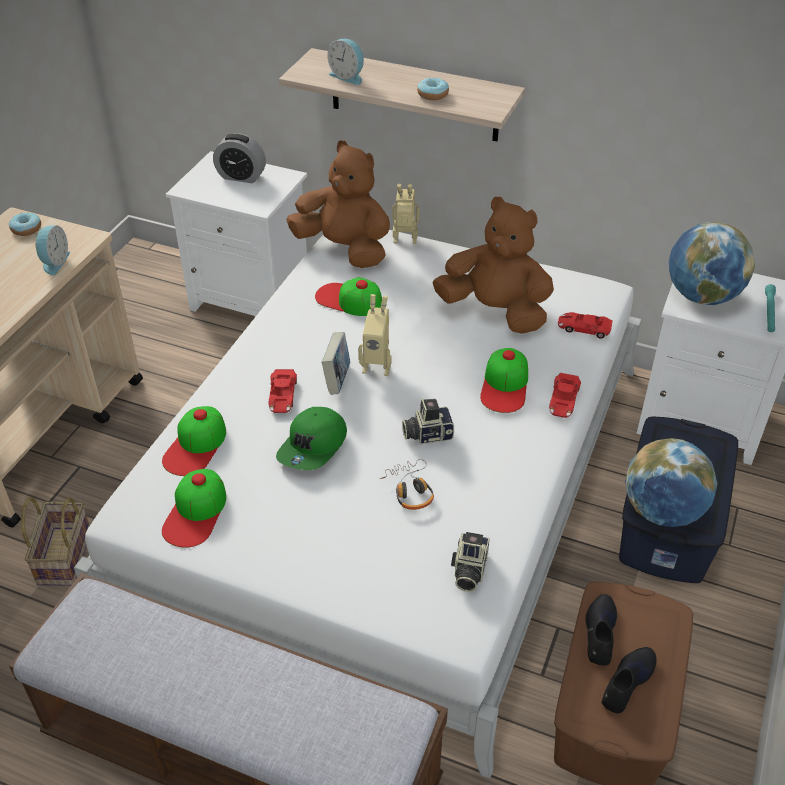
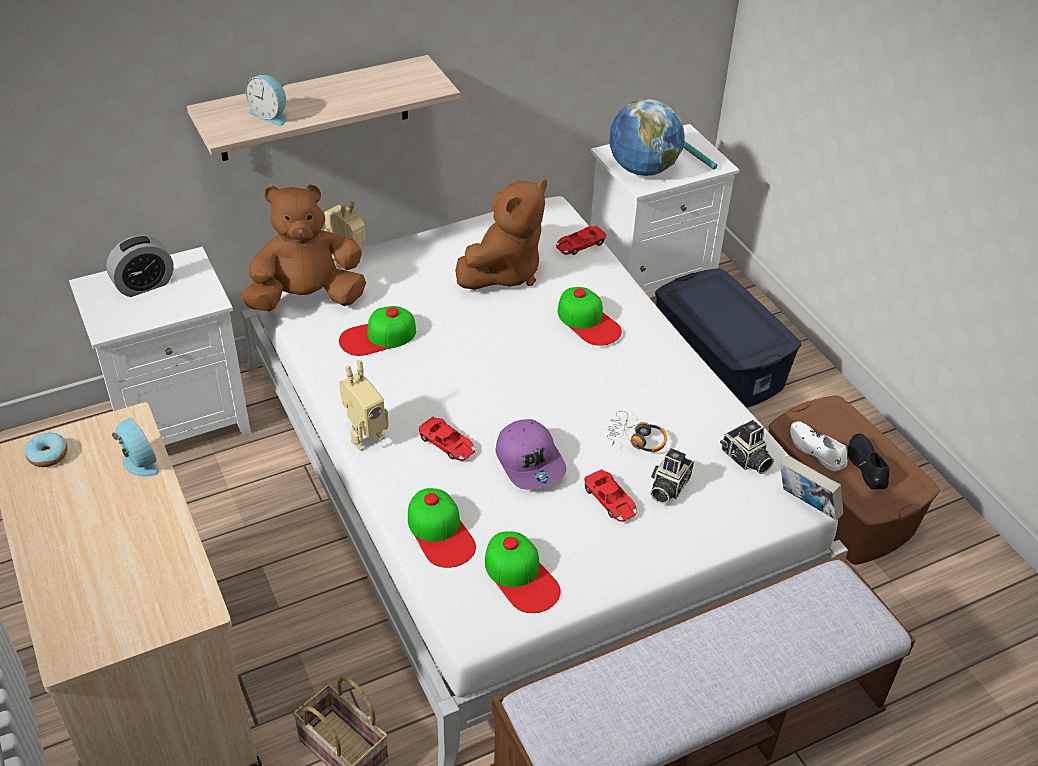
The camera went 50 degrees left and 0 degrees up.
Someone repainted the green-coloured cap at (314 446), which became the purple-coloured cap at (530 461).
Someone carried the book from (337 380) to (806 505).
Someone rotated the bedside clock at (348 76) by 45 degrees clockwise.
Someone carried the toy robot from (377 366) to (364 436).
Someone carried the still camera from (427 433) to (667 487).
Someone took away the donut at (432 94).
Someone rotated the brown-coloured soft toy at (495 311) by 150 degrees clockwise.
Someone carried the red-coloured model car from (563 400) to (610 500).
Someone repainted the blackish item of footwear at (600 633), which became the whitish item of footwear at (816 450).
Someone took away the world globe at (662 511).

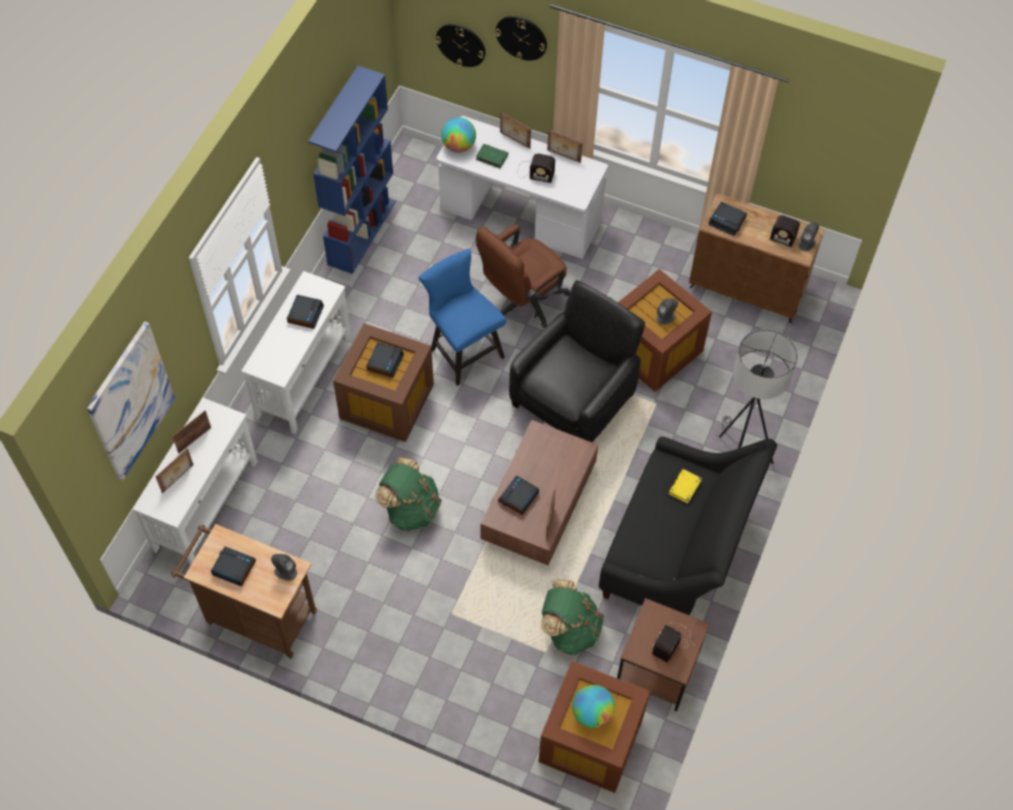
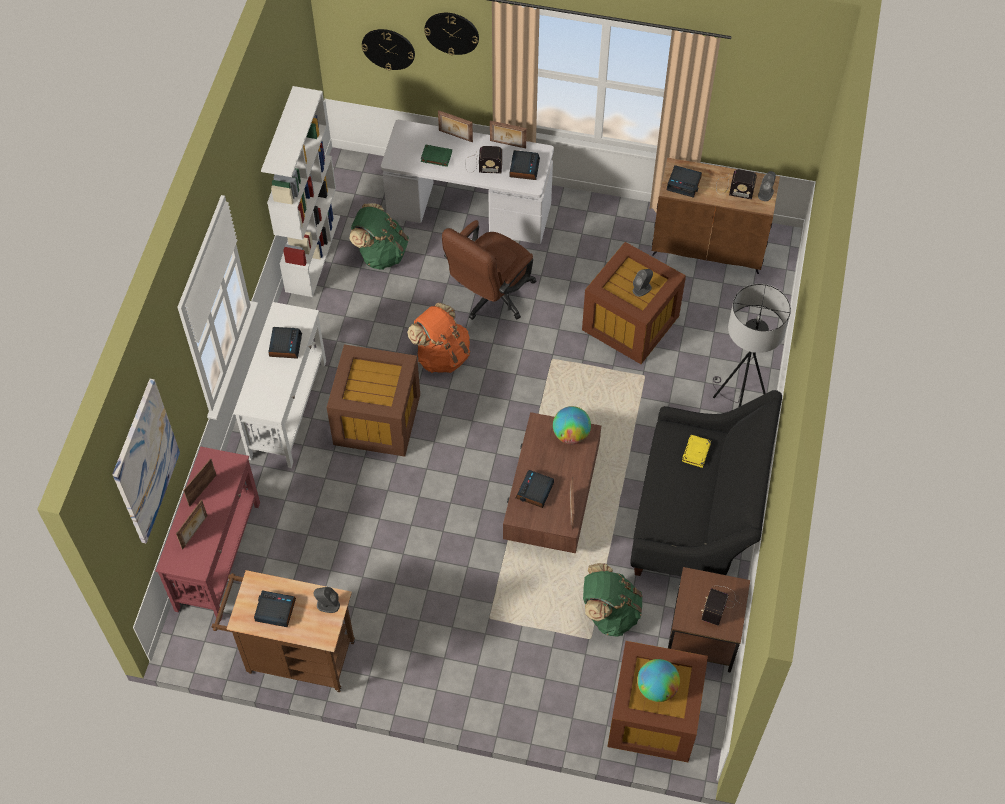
The camera went 10 degrees left and 0 degrees up.
Someone repainted the whitish narrow table at (207 505), which became the red-coloured narrow table at (219 555).
Someone repainted the blue shelving unit at (361 232), which became the whitish shelving unit at (312 253).
Someone carried the bedside clock from (385 362) to (524 168).
Someone carried the green-coloured rucksack from (411 509) to (381 253).
Someone swapped the blue chair at (463 350) for the orangey rucksack at (442 355).
Someone carried the world globe from (458 146) to (571 434).
Someone took away the blackish easy chair at (574 398).

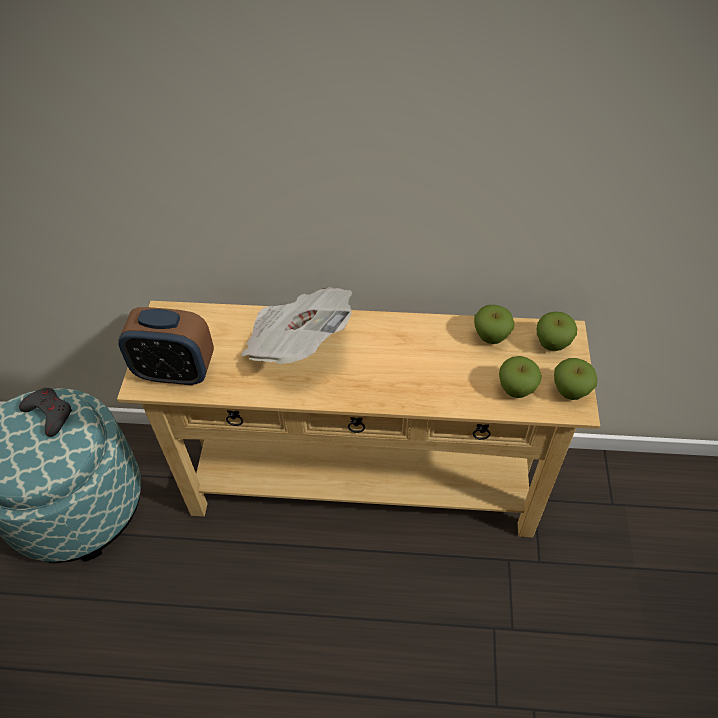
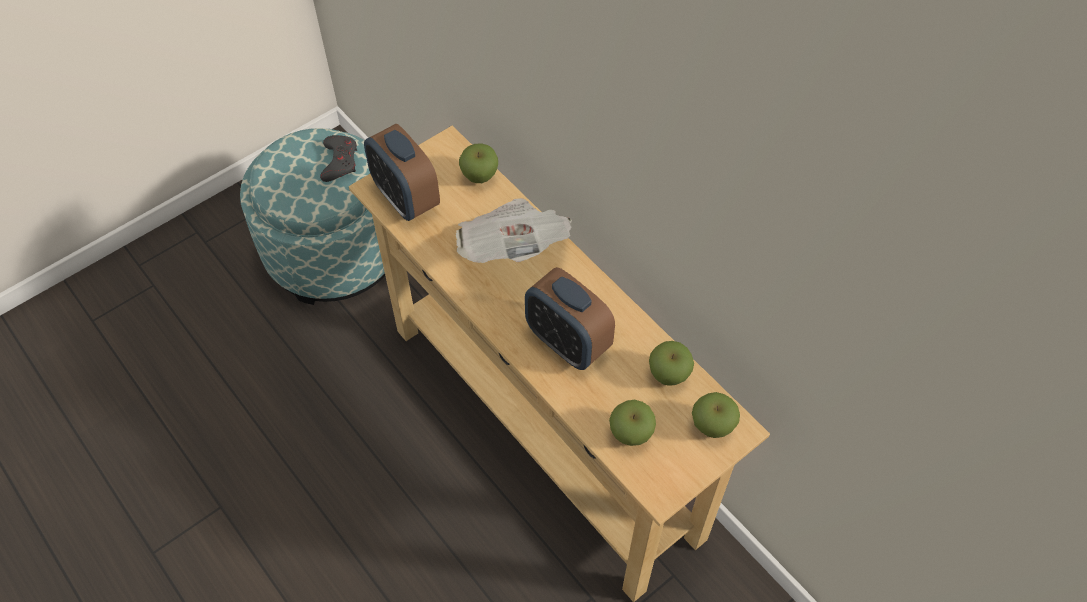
The camera went 45 degrees right and 5 degrees up.
Someone carried the apple from (570 391) to (479 176).
Someone put down the bedside clock at (567 342).

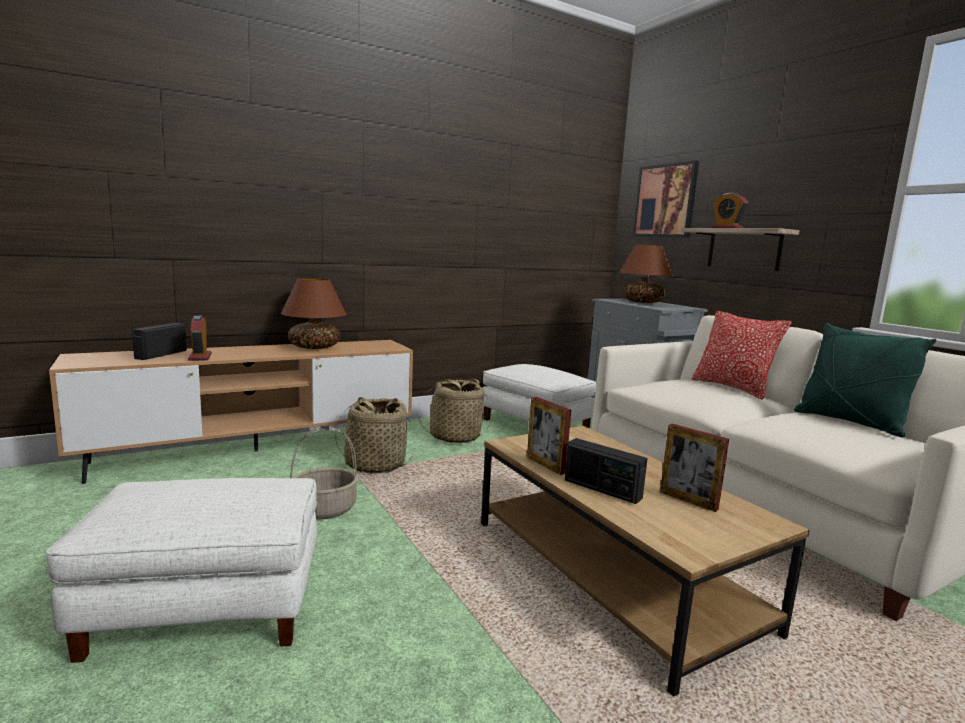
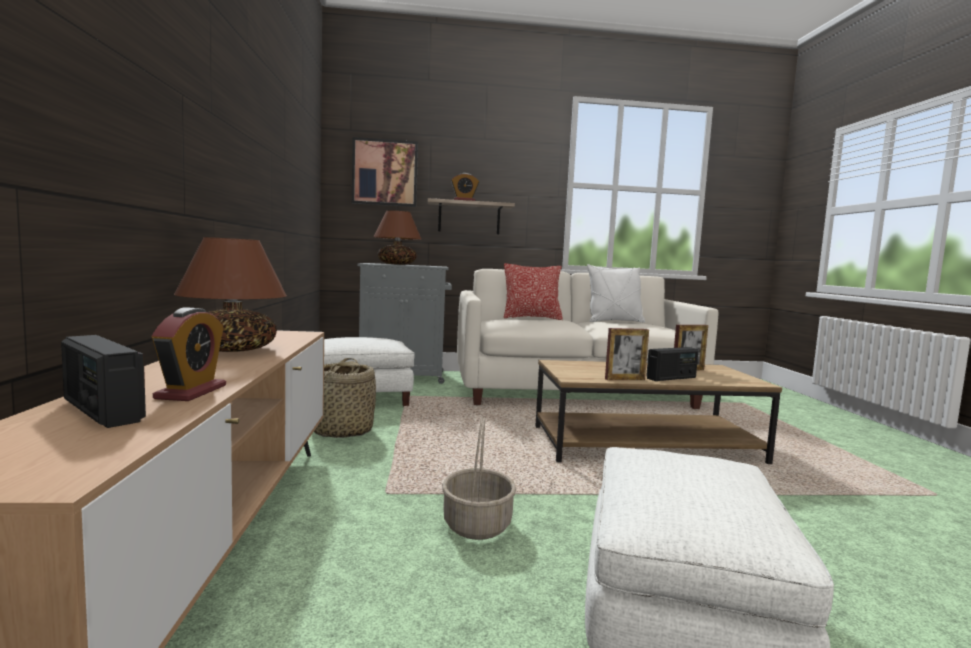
The camera went 65 degrees left and 5 degrees down.
Someone rotated the bedside clock at (200 357) by 90 degrees counterclockwise.
Someone took away the storage basket at (375 464).
Someone repainted the green-coloured pillow at (850 422), which became the whitish pillow at (614 321).

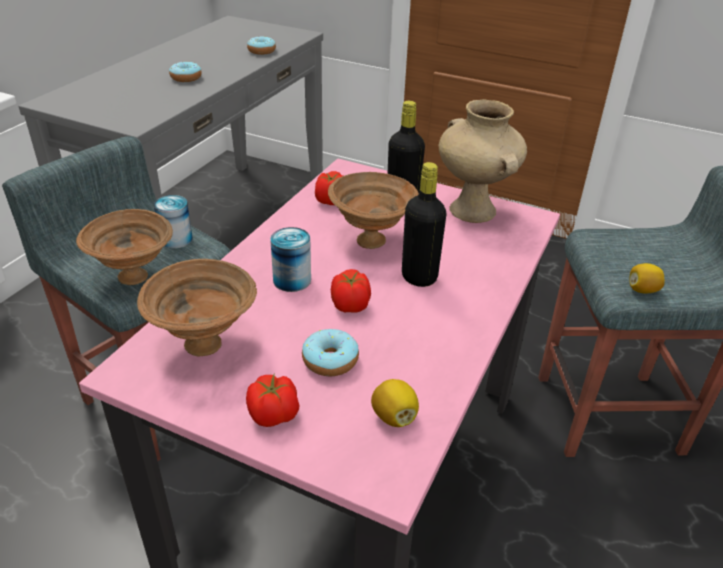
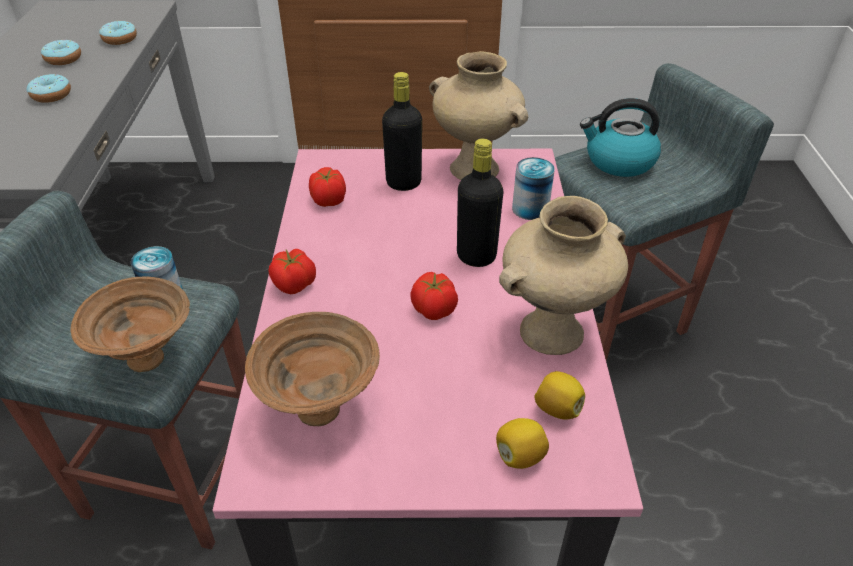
The camera went 25 degrees left and 5 degrees up.
Someone carried the tomato from (274 415) to (295 285).
Someone carried the sealed can from (292 280) to (530 209).
Someone carried the donut from (330 360) to (63 59).
Someone took away the brown-coloured bowl at (370 239).
Someone carried the lemon from (642 290) to (519 456).
Someone put down the sand-coloured flower vase at (551 334).
Someone put down the tea kettle at (618 161).

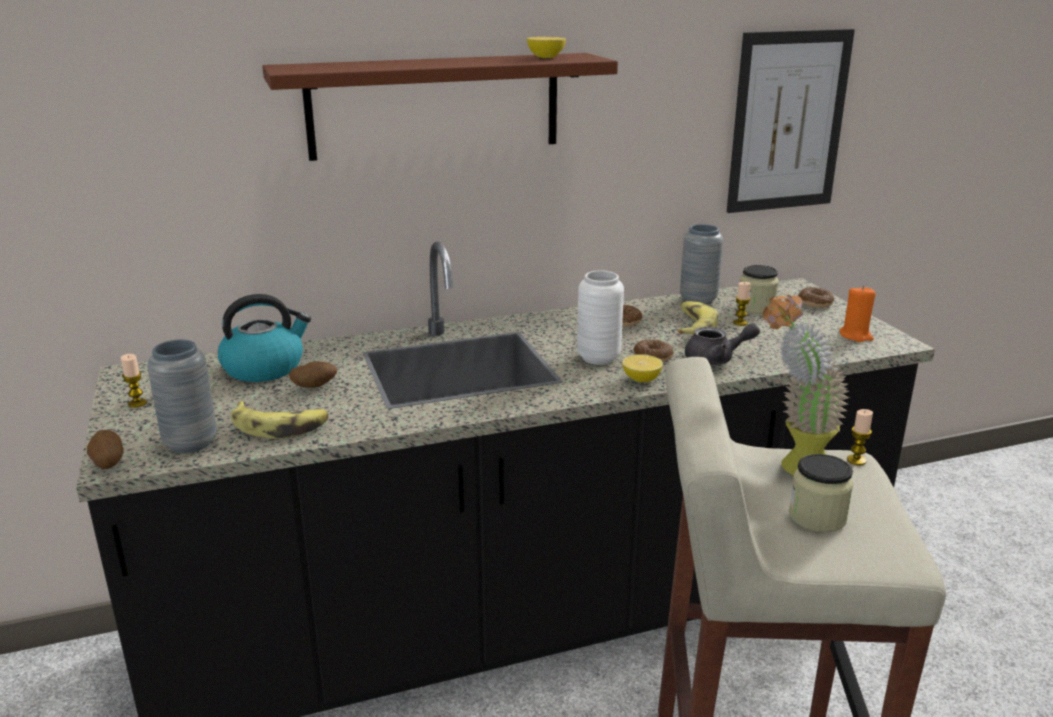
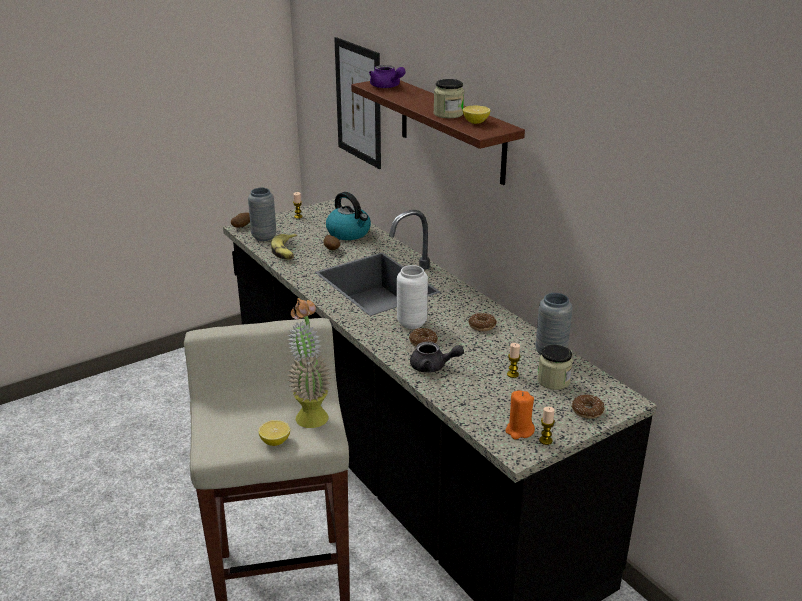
The camera went 75 degrees right and 5 degrees up.
Someone carried the lemon from (641 379) to (275 441).
Someone took away the whole banana at (693 326).
Someone rotated the greyish pot for tea at (716 359) by 60 degrees counterclockwise.
Someone carried the wall art from (788 122) to (358 102).
Someone carried the storage jar from (817 517) to (448 114).
Someone carried the candle from (856 460) to (545 440).
Someone put down the purple-coloured pot for tea at (387 87).

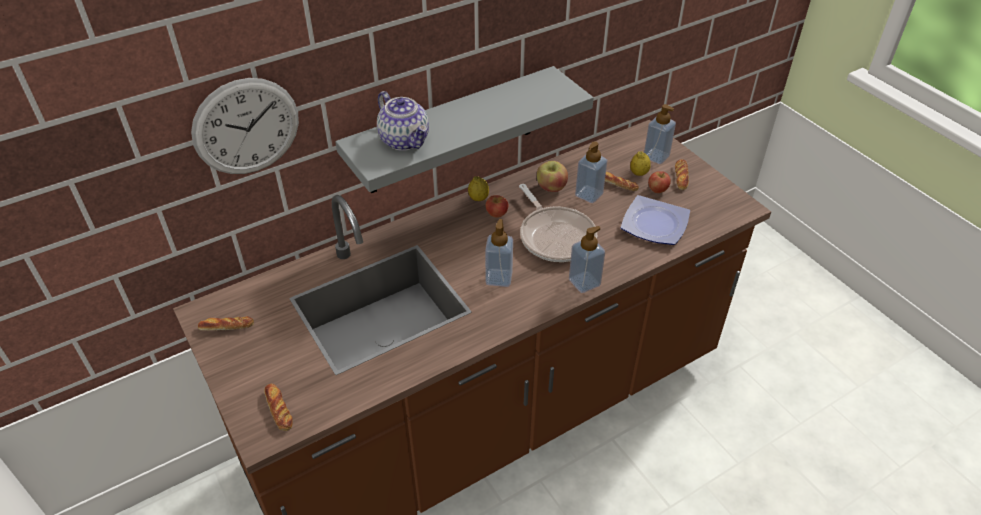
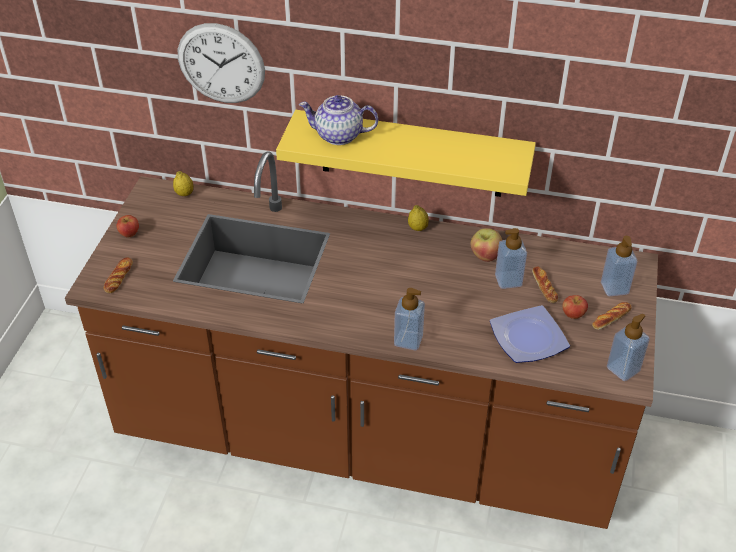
The camera went 45 degrees right and 0 degrees up.
Someone took away the baked bread at (226 326).
Someone repainted the greyish bracket shelf at (452 131), which became the yellow-coloured bracket shelf at (412 154).
Someone rotated the pot for tea at (405 140) by 90 degrees clockwise.
Someone carried the soap dispenser from (499 278) to (623 369).
Someone carried the apple from (496 214) to (129 234).
Someone took away the pan at (555 236).
Someone carried the lemon from (639 173) to (184 194).

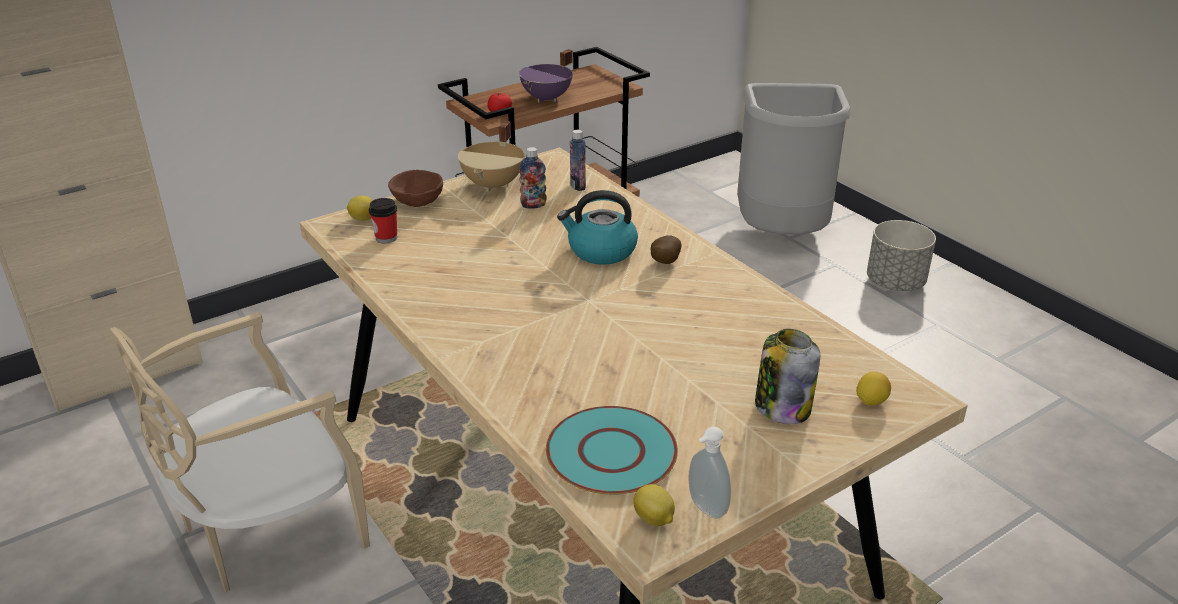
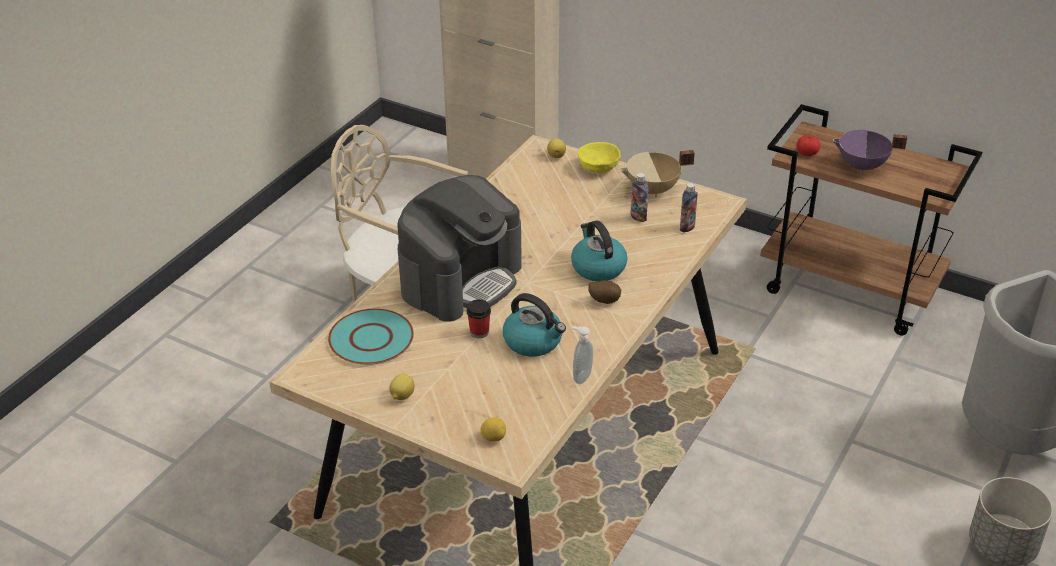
The camera went 65 degrees right and 5 degrees up.
Someone carried the drinking cup from (386 238) to (479 332).
Someone repainted the brown-coloured bowl at (418 202), which became the yellow-coloured bowl at (598 168).
Someone carried the lemon from (654 520) to (402 396).
Someone carried the soap dispenser from (705 509) to (581 377).
Someone took away the storage jar at (782 407).
Someone put down the coffee maker at (461 279).
Someone put down the tea kettle at (534 341).

